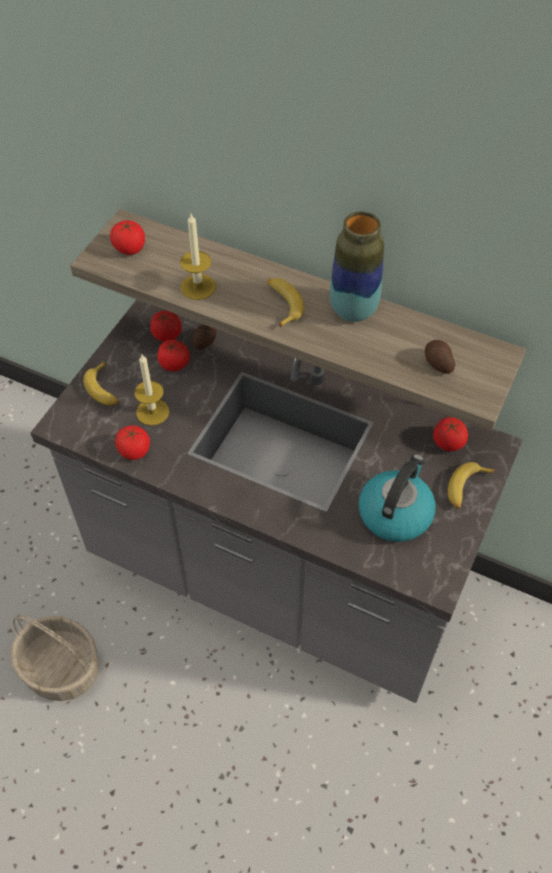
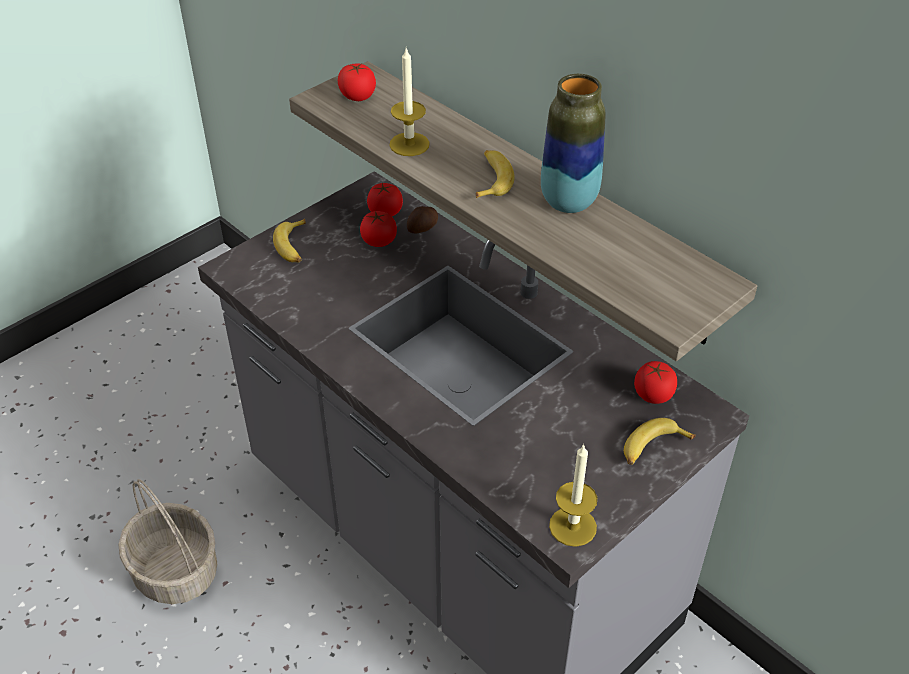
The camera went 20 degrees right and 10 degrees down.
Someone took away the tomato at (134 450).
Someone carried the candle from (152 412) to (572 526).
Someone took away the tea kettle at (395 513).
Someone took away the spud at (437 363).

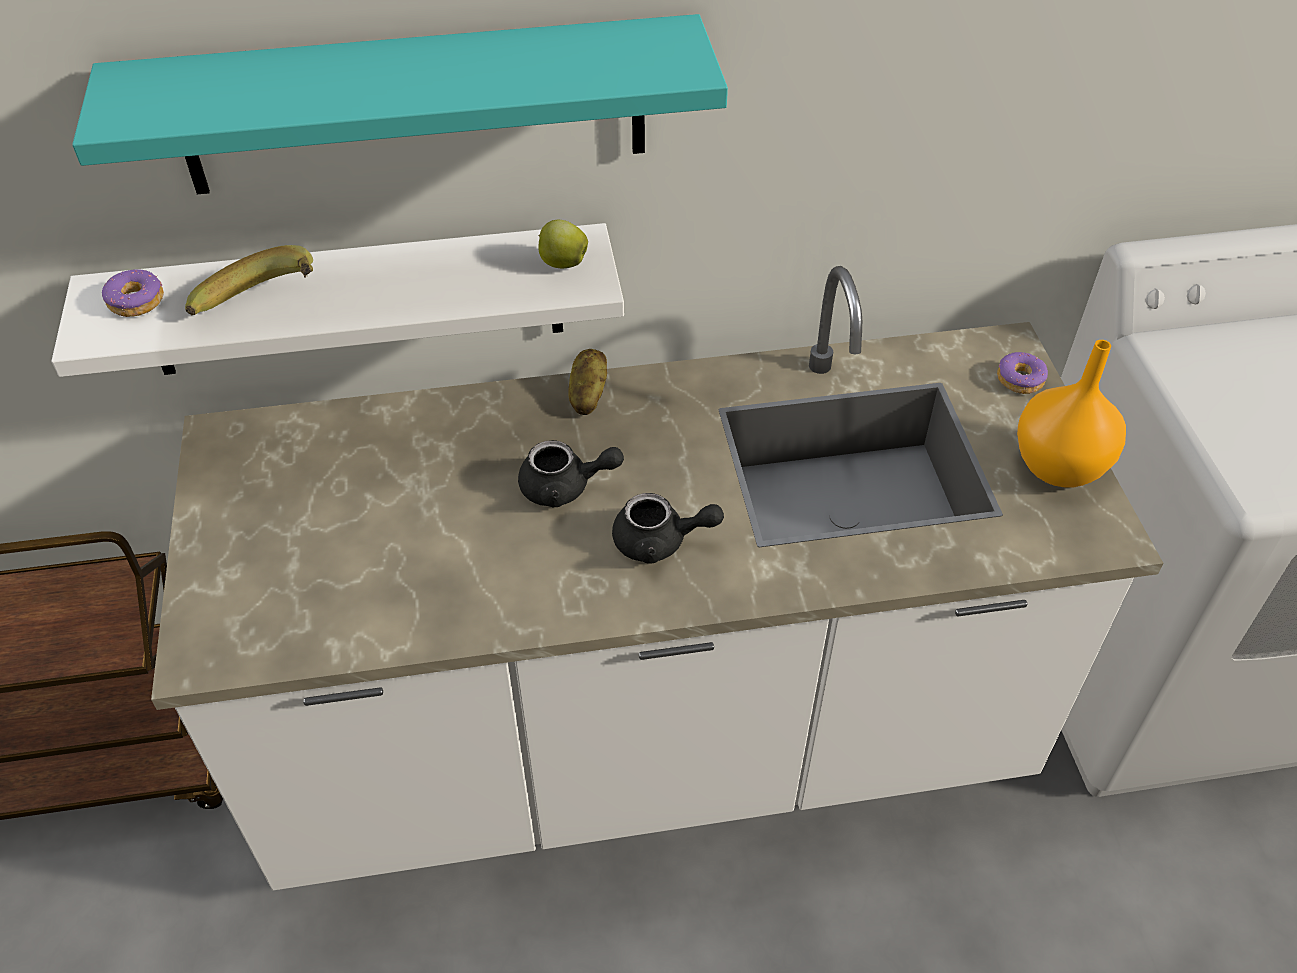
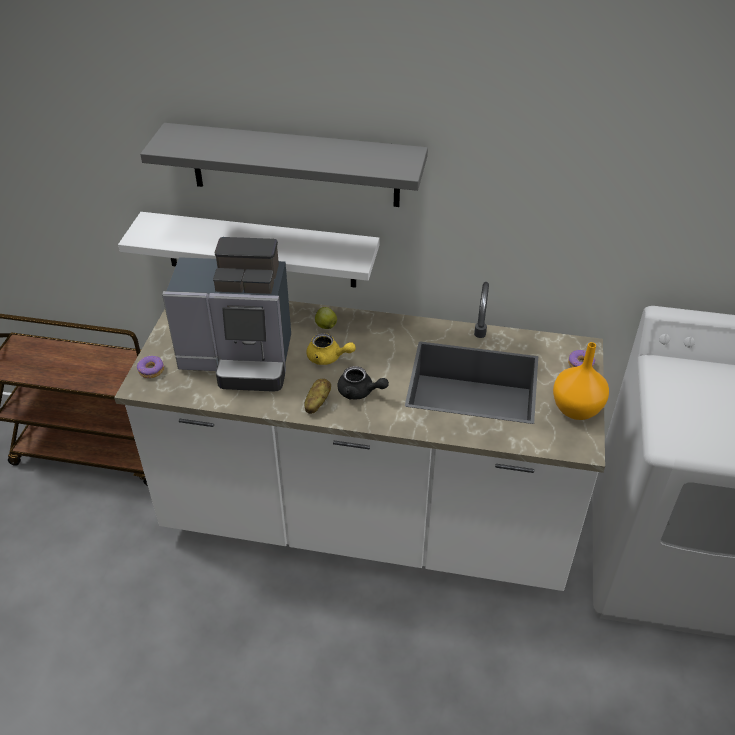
The camera went 20 degrees right and 5 degrees down.
Someone repainted the turquoise-coloured bracket shelf at (414 106), which became the greyish bracket shelf at (295 165).
Someone carried the donut from (137 301) to (151 370).
Someone took away the whole banana at (264 309).
Someone repainted the blackish pot for tea at (565 487), which became the yellow-coloured pot for tea at (328 358).
Someone carried the apple from (562 263) to (325 326).
Someone carried the spud from (587 395) to (317 403).
Someone put down the coffee maker at (240 359).

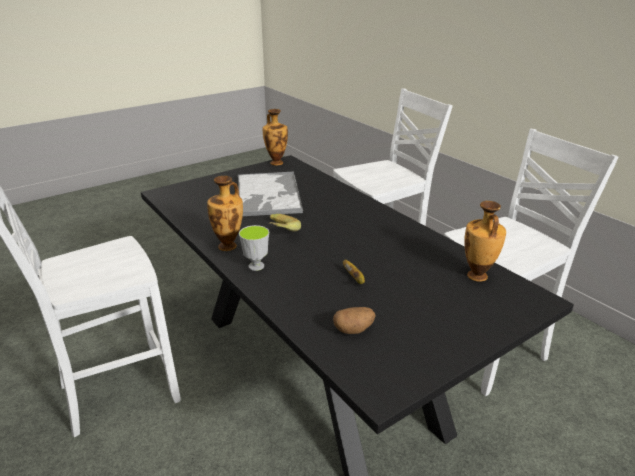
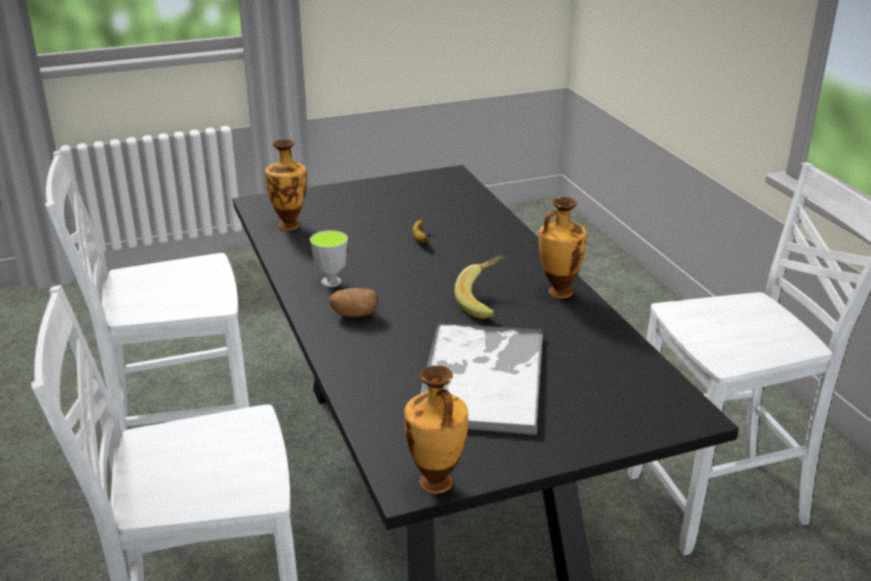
The camera went 165 degrees left and 0 degrees up.
Someone carried the drinking cup from (256 266) to (331 282).
Someone carried the spud from (353 330) to (353 314).

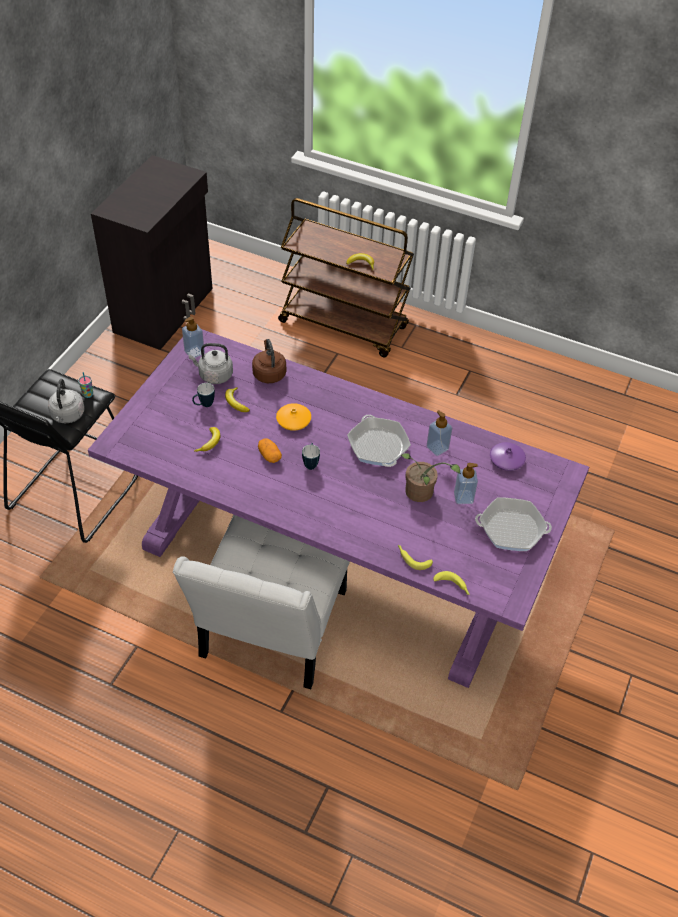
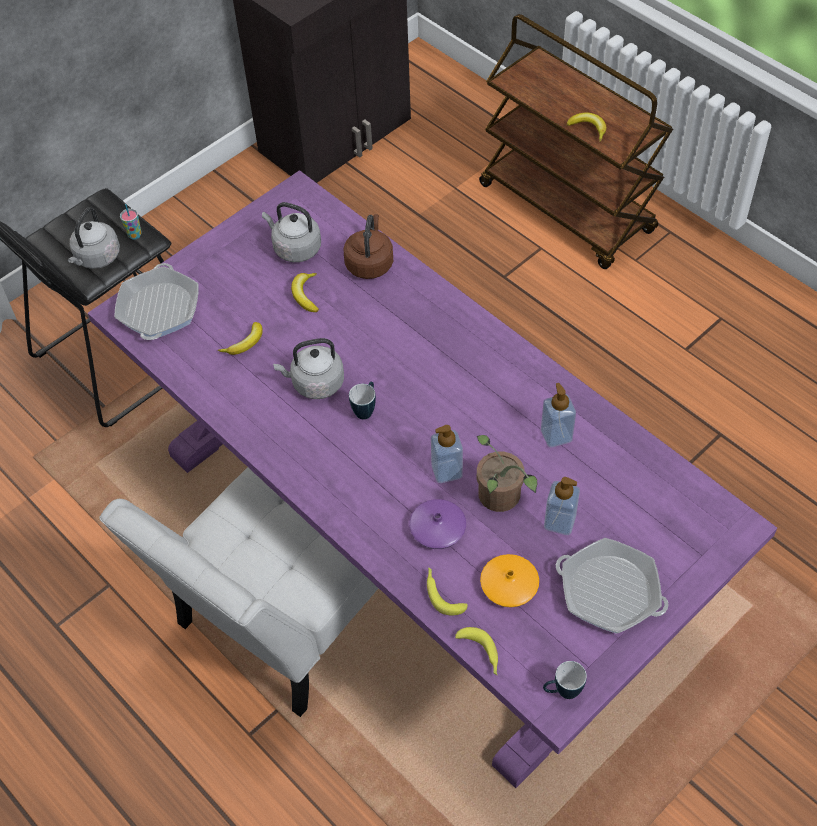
The camera went 25 degrees right and 5 degrees up.
Someone carried the soap dispenser from (194 352) to (446 471).
Someone carried the tea mug from (204 405) to (562 692).
Someone swapped the spud at (269 455) for the greyish tea kettle at (315 383).
Someone carried the orangey flower vase from (293 420) to (509 585).
Someone carried the pan from (378 446) to (159 309).
Someone carried the purple-coloured flower vase from (506 460) to (437 528).

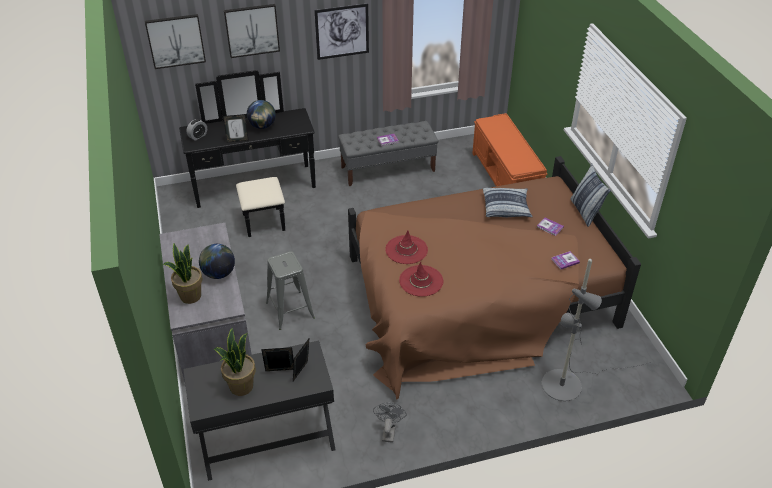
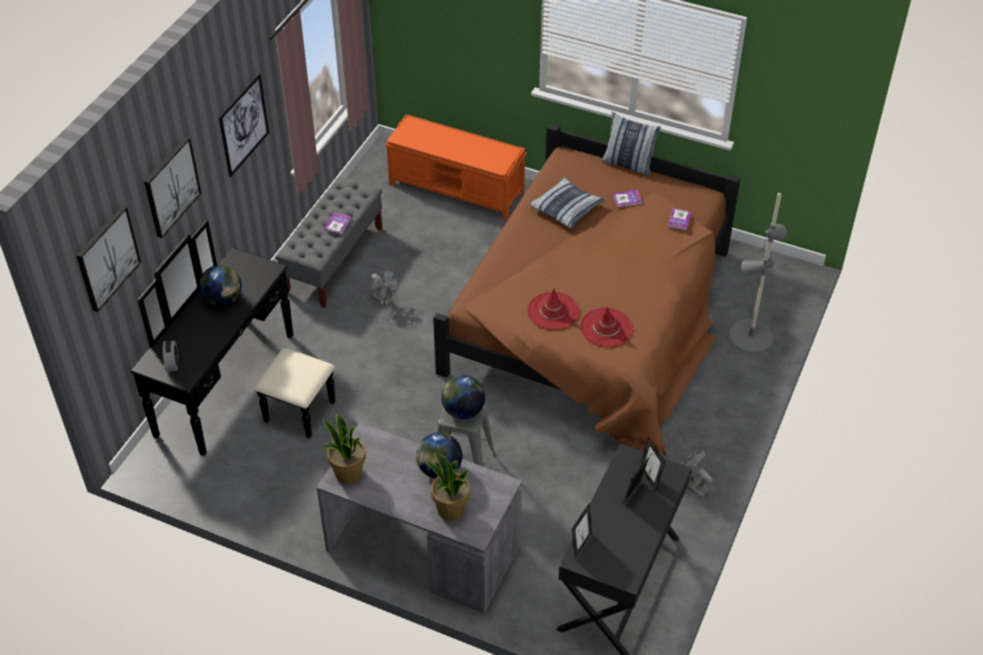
The camera went 50 degrees left and 5 degrees up.
Someone carried the houseplant from (241 386) to (348 474).
Someone carried the picture frame from (237 140) to (580 544).
Someone put down the greyish electric fan at (384 301).
Someone put down the world globe at (463 411).

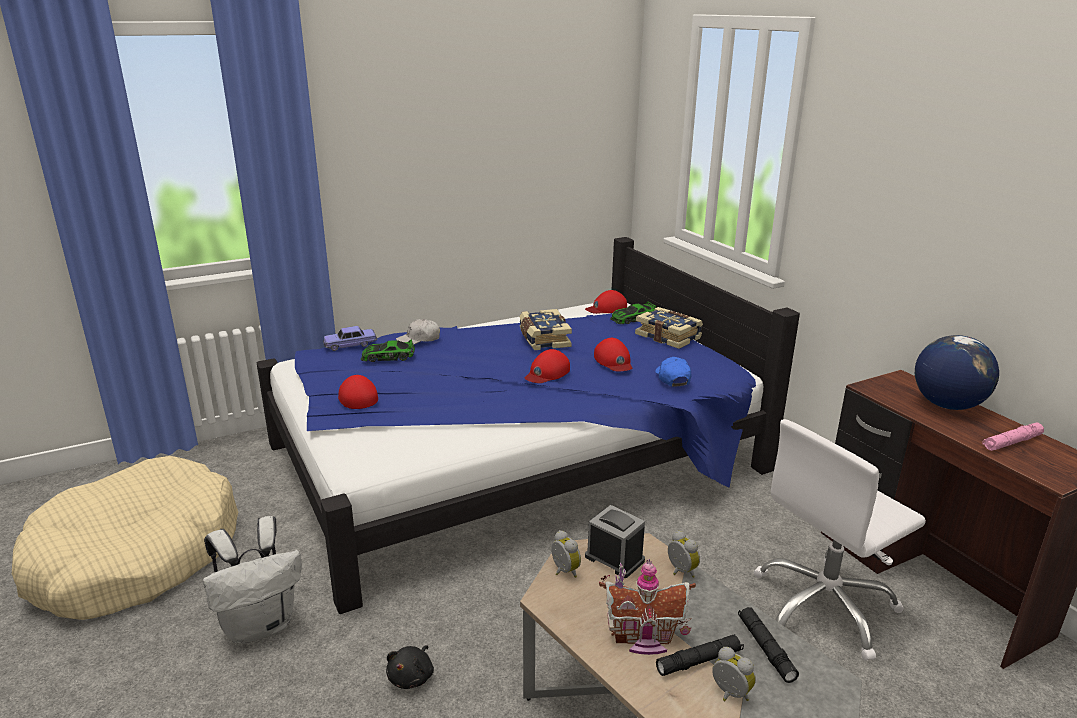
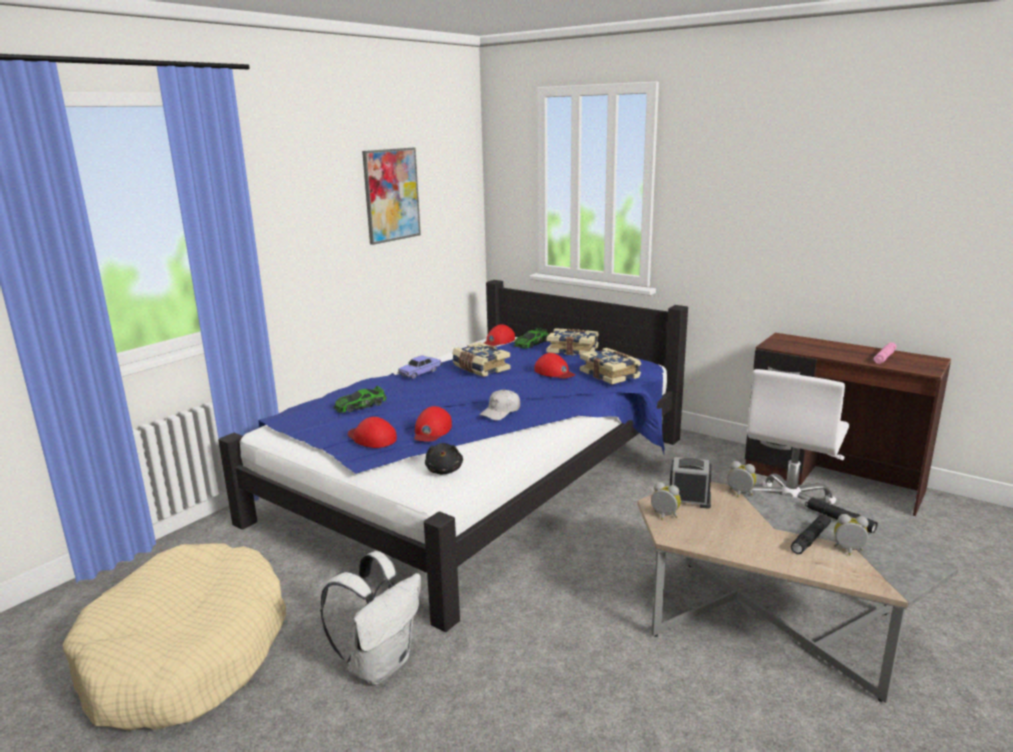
The camera went 25 degrees left and 5 degrees down.
Someone carried the model car from (350 345) to (420 372).
Someone carried the blackish soft toy from (412 677) to (444 470).
Someone carried the whitish cap from (419 340) to (501 412).
Someone carried the red-coloured cap from (547 373) to (432 431).
Someone took away the miniature house at (643 639).
Someone swapped the blue cap at (672 378) for the book at (610 374).
Someone took away the world globe at (947 405).
Someone put up the wall art at (391 195).

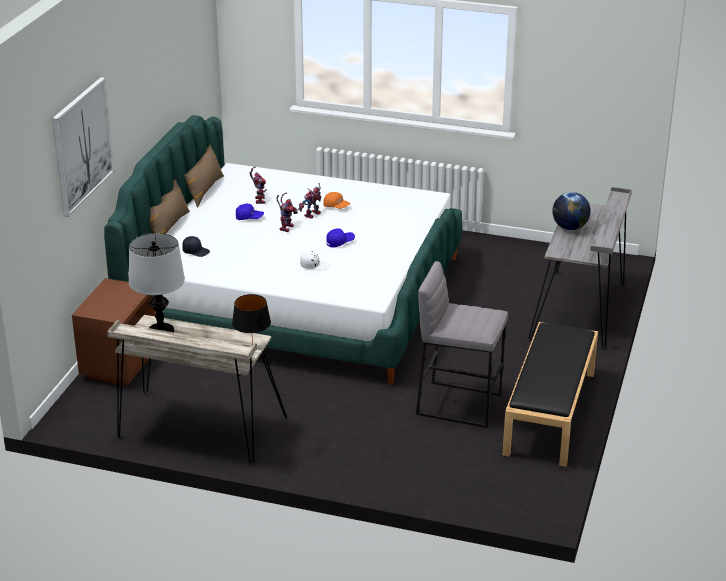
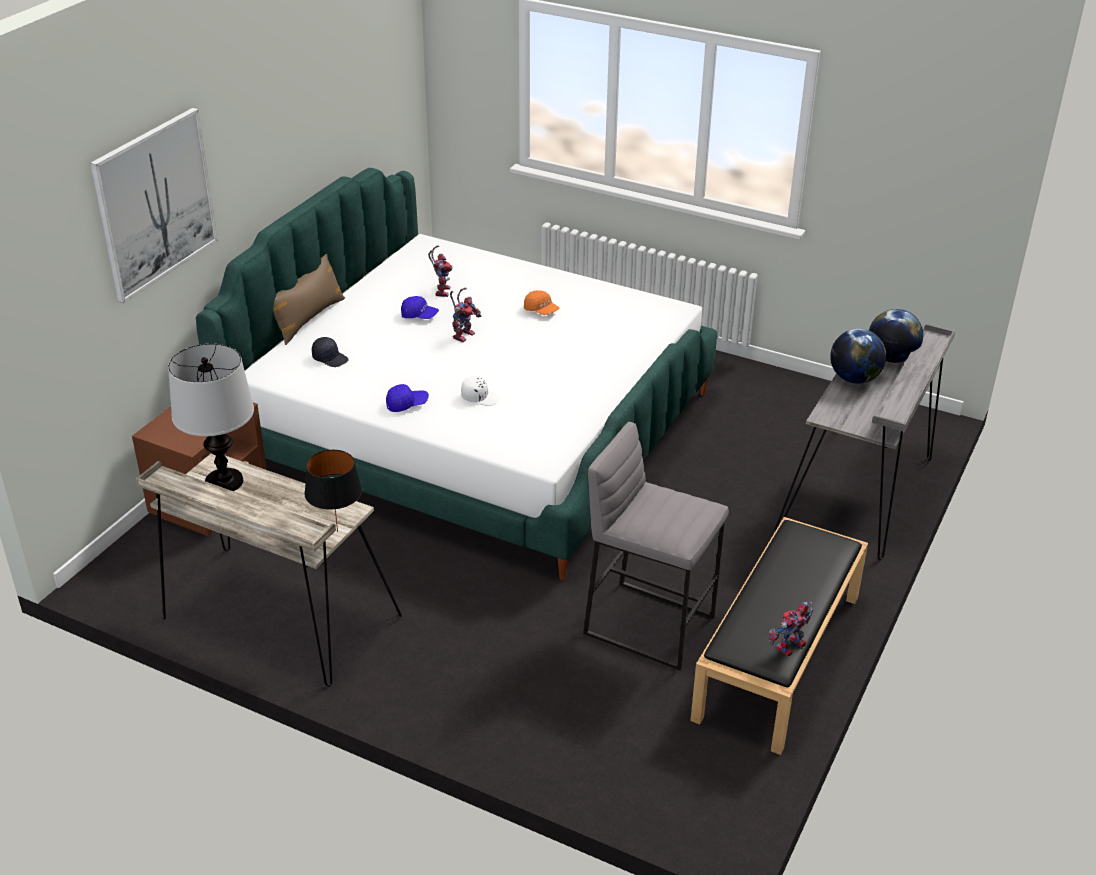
The camera went 10 degrees right and 5 degrees up.
Someone took away the brown-coloured pillow at (204 190).
Someone carried the toy robot from (312 215) to (790 648).
Someone carried the blue cap from (340 242) to (407 404).
Someone put down the world globe at (891 358).

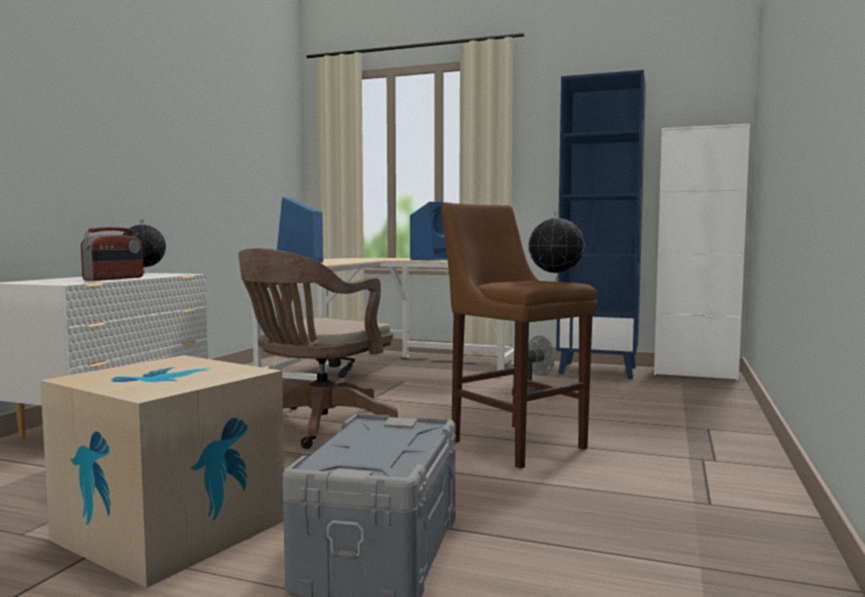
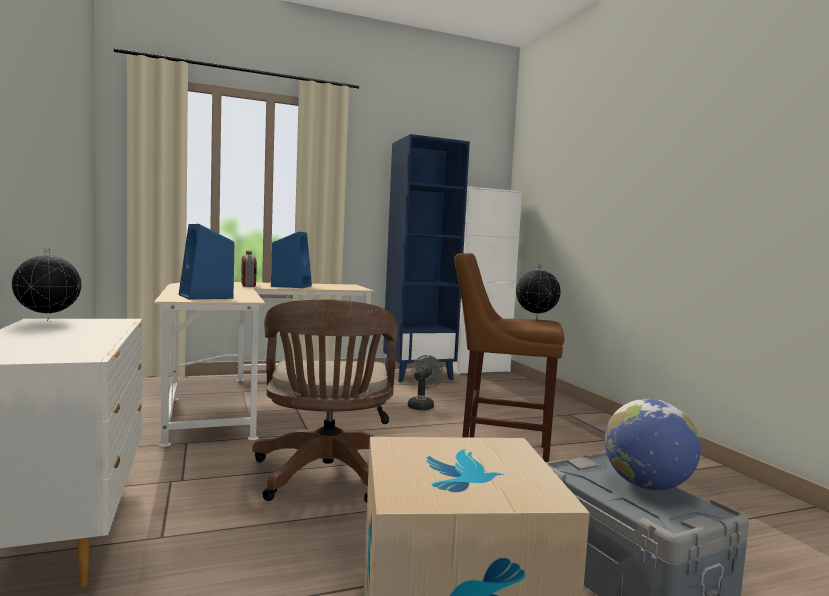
The camera went 40 degrees left and 0 degrees up.
Someone carried the radio from (114 279) to (248 285).
Someone put down the world globe at (647 486).

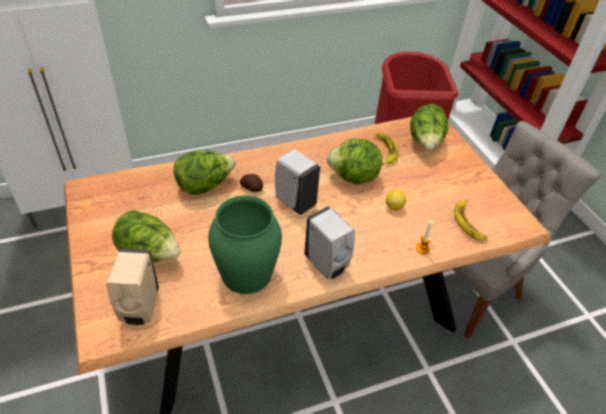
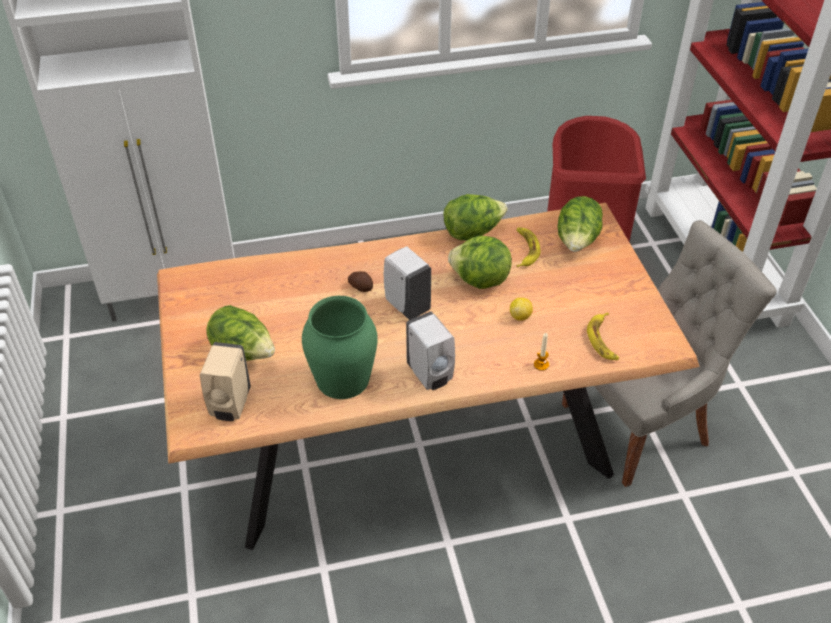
The camera went 10 degrees right and 0 degrees up.
Someone carried the head of lettuce from (205 185) to (473 232).

